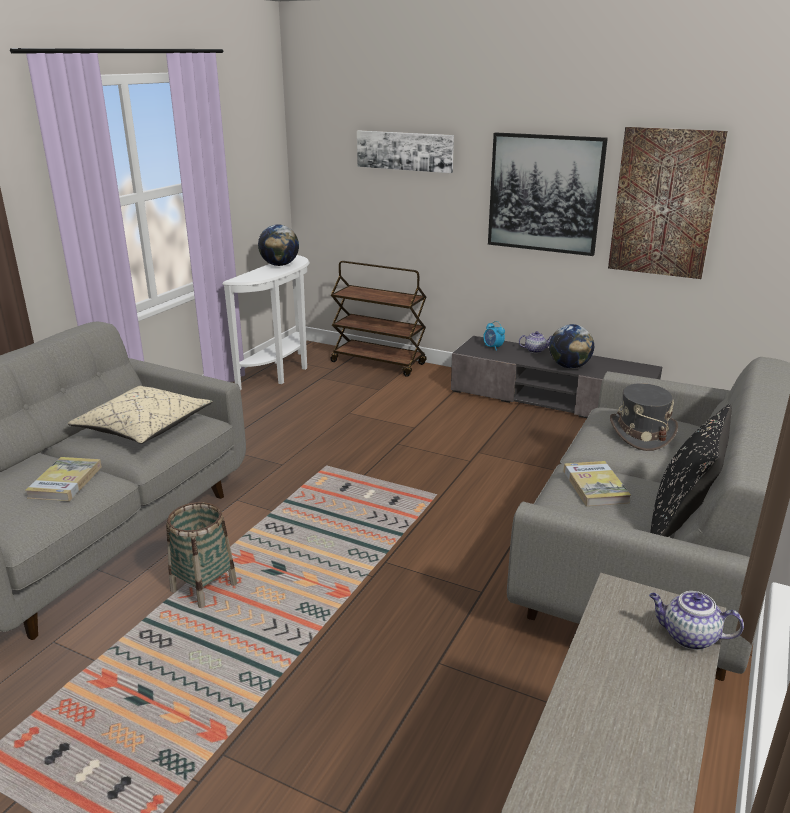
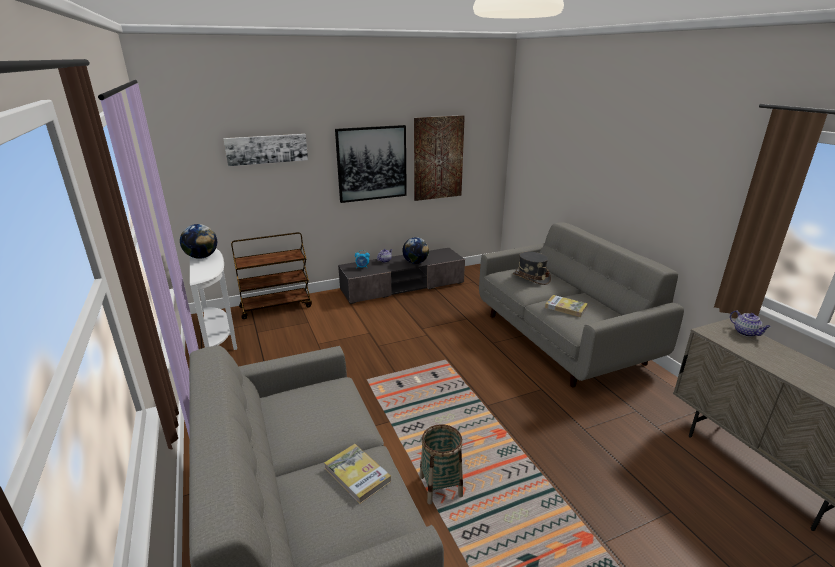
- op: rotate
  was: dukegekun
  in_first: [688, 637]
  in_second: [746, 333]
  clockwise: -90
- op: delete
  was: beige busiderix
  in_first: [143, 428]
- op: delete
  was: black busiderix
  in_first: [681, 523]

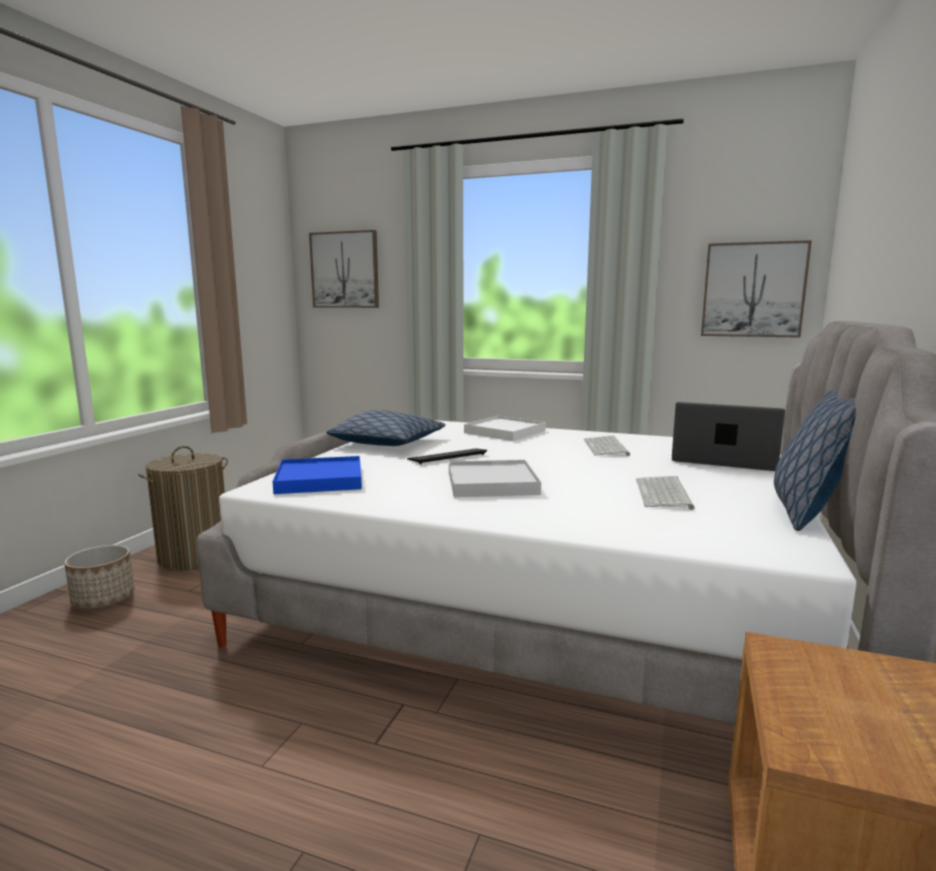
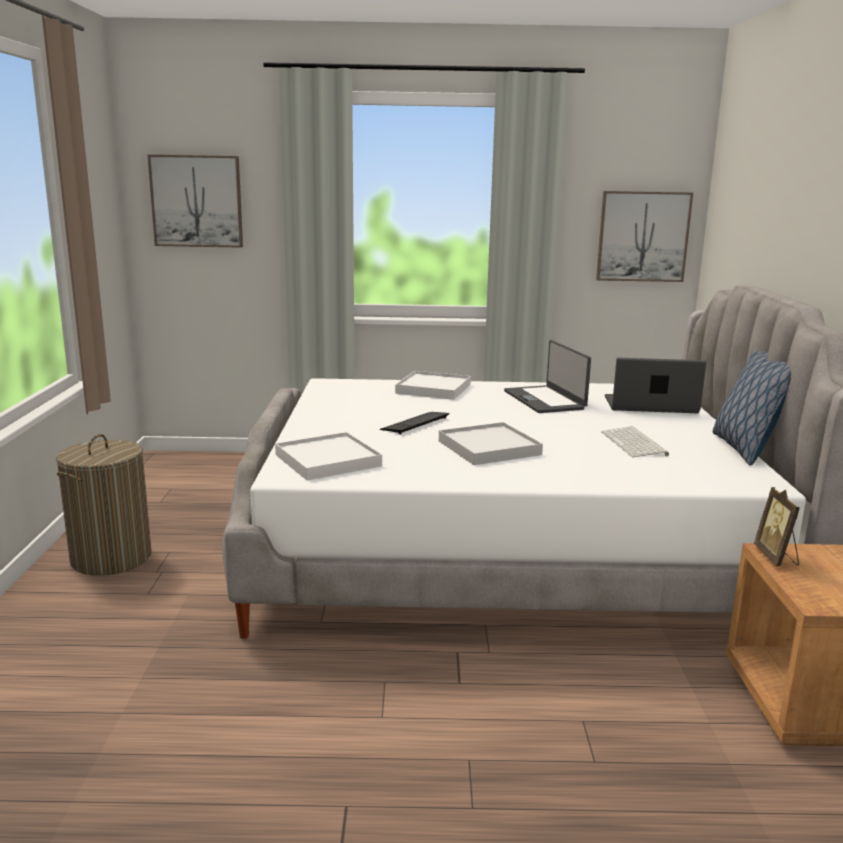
- op: recolor
  was: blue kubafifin
  now: white kubafifin
  in_first: [320, 479]
  in_second: [328, 460]
- op: replace
  was: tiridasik
  now: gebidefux
  in_first: [607, 447]
  in_second: [545, 400]
- op: insert
  now: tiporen
  in_second: [776, 557]
- op: delete
  was: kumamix
  in_first: [103, 599]
- op: delete
  was: busiderix
  in_first: [388, 443]

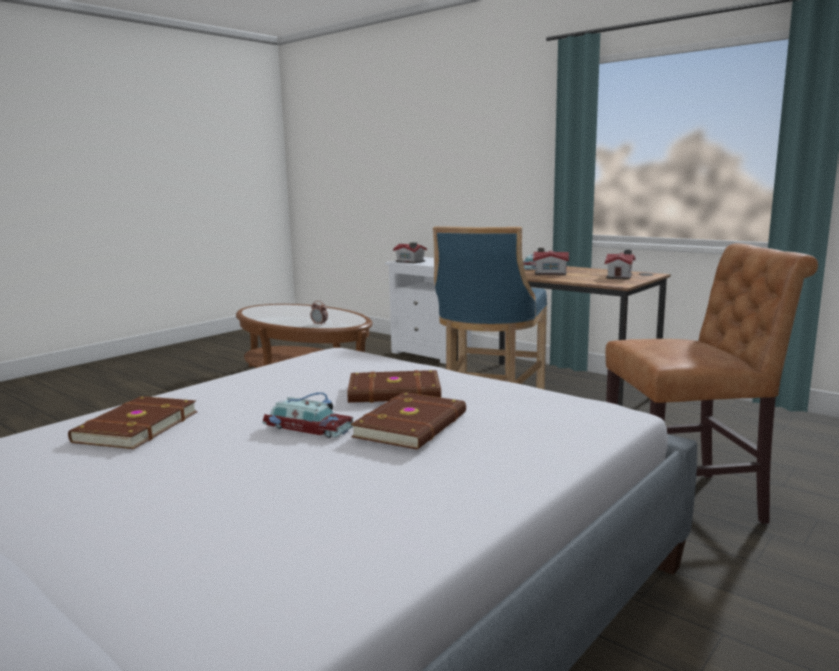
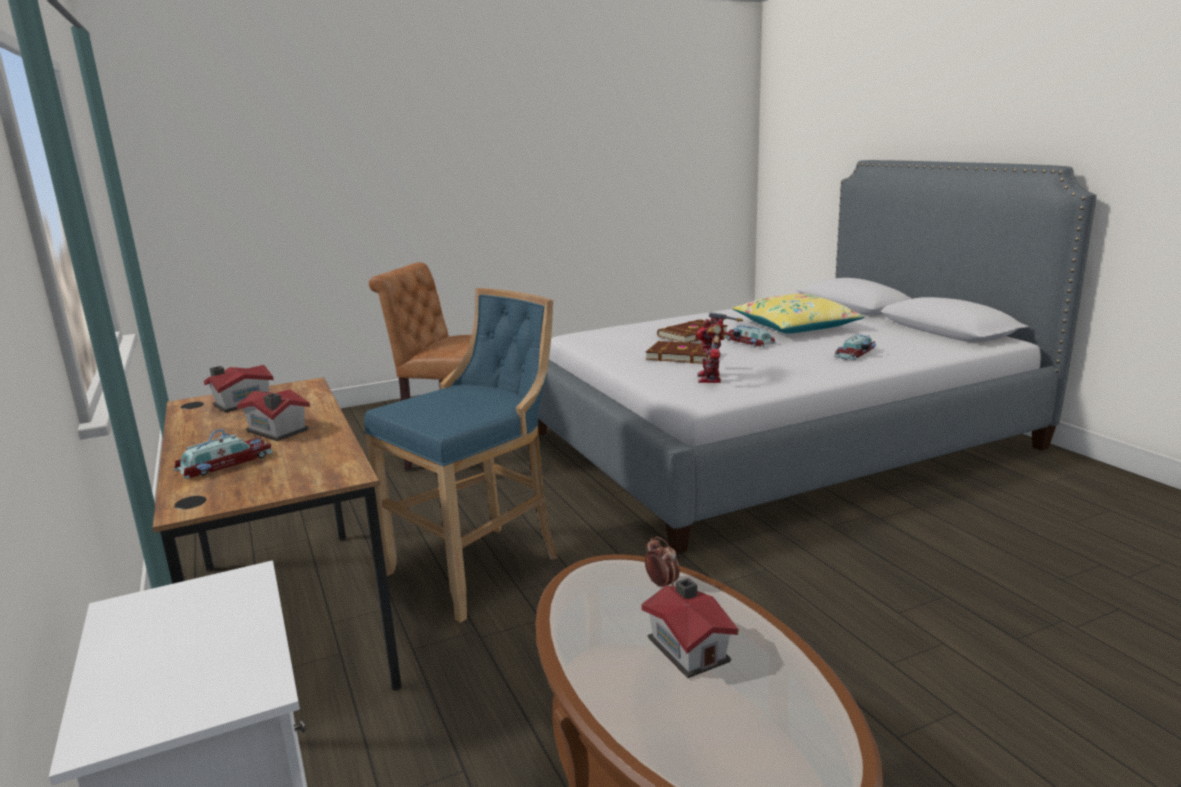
- op: move
  was: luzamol
  in_first: [410, 262]
  in_second: [689, 648]
- op: insert
  now: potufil
  in_second: [712, 378]
- op: insert
  now: yellow busiderix
  in_second: [796, 327]
- op: replace
  was: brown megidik
  now: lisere
  in_first: [134, 427]
  in_second: [856, 353]

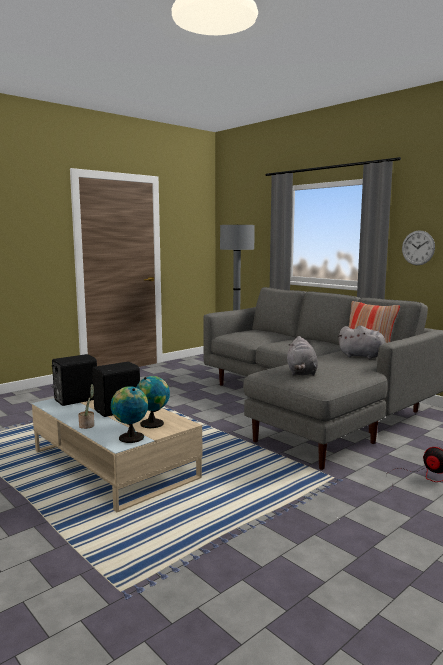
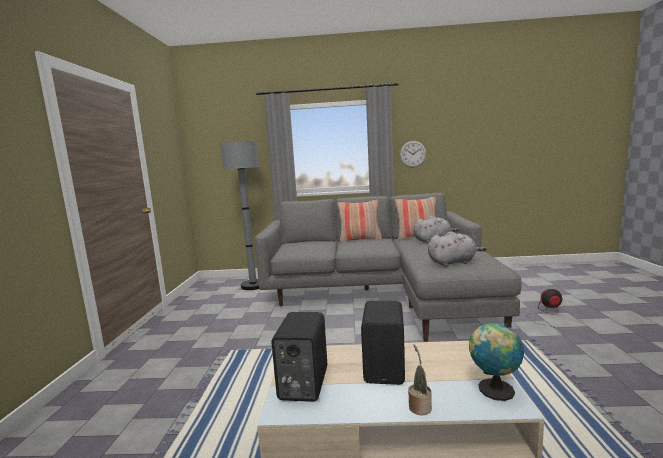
- op: insert
  now: busiderix
  in_second: [360, 239]
- op: rotate
  was: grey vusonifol
  in_first: [301, 373]
  in_second: [453, 262]
  clockwise: -60
- op: delete
  was: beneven
  in_first: [153, 423]

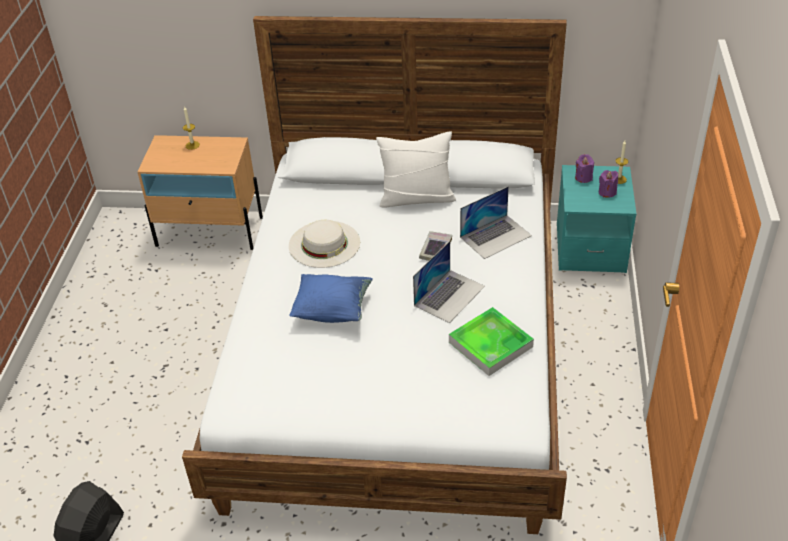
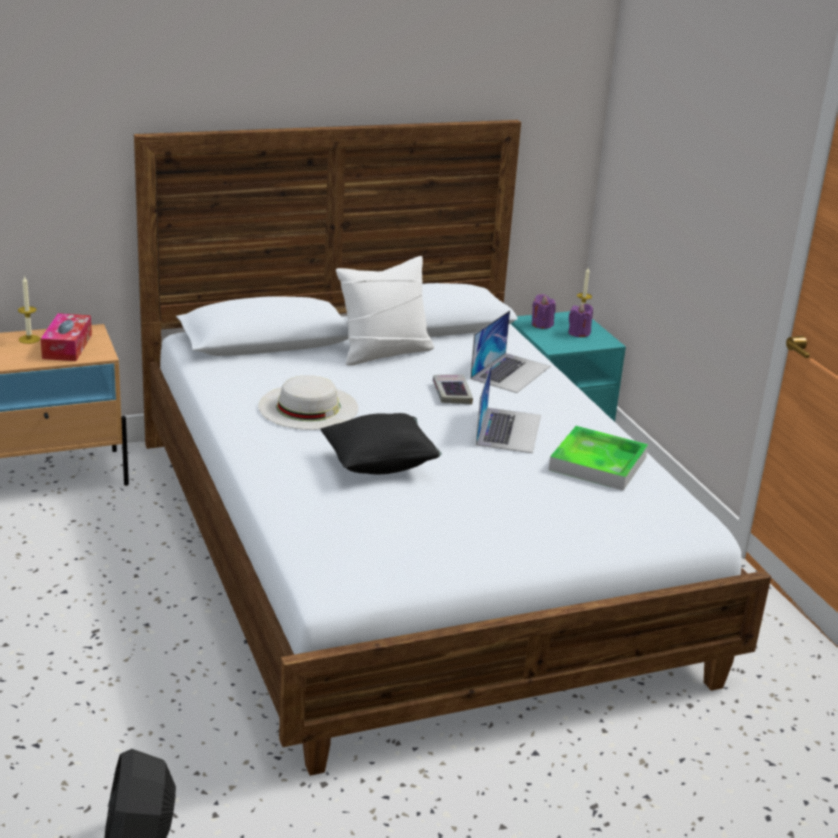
- op: insert
  now: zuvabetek
  in_second: [67, 346]
- op: recolor
  was: blue busiderix
  now: black busiderix
  in_first: [332, 310]
  in_second: [380, 465]

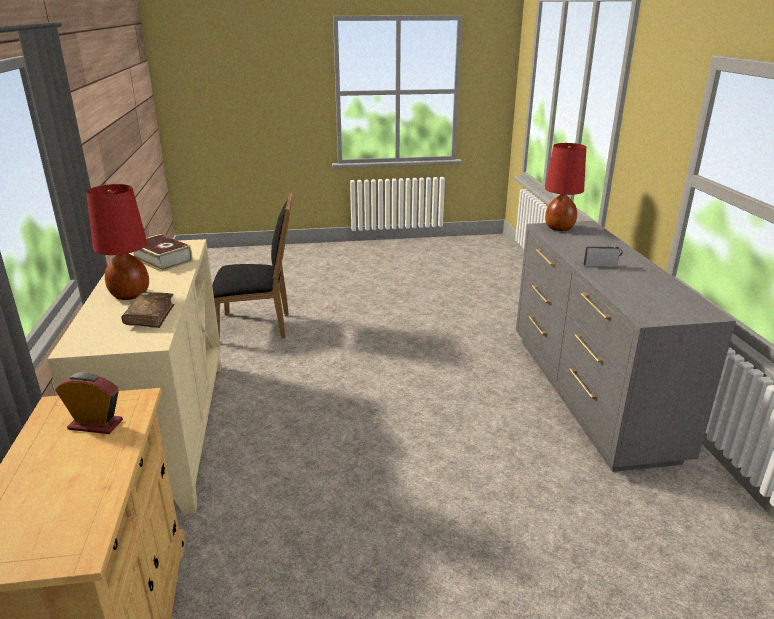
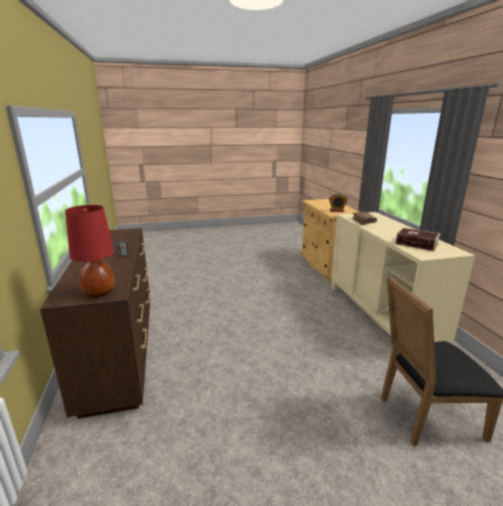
- op: recolor
  was: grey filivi
  now: brown filivi
  in_first: [589, 394]
  in_second: [121, 350]
- op: delete
  was: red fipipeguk
  in_first: [131, 295]

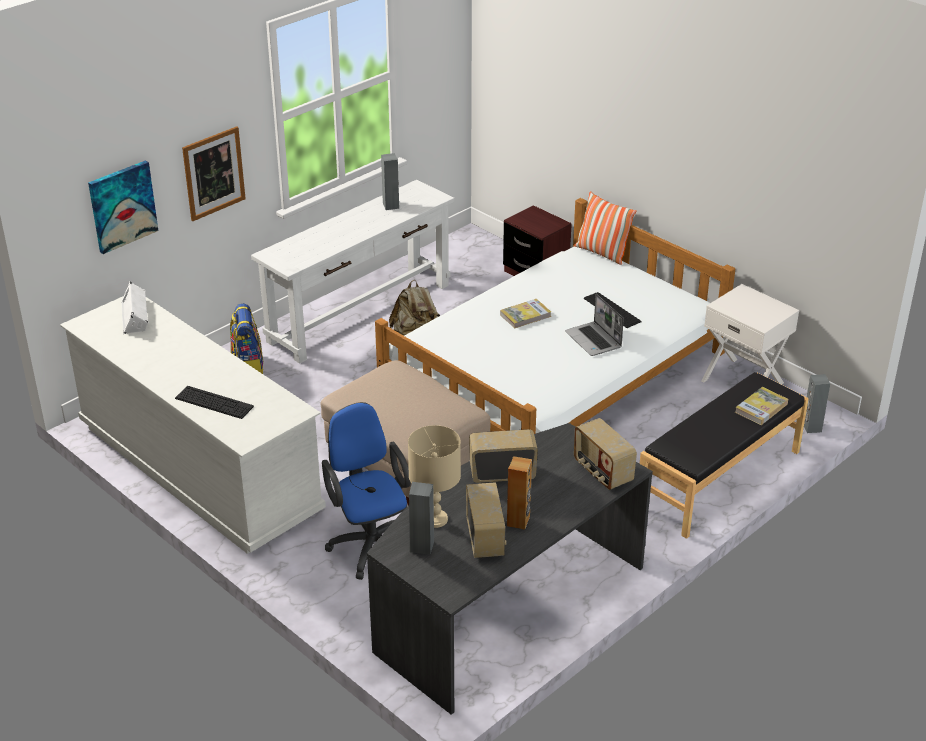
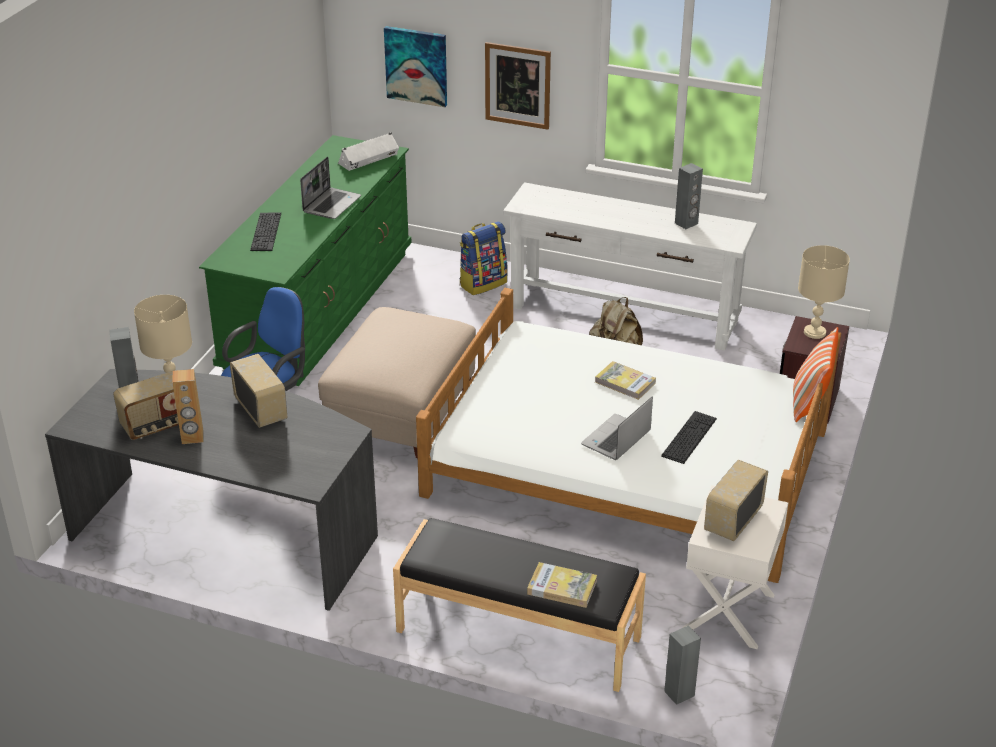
- op: recolor
  was: white filivi
  now: green filivi
  in_first: [199, 468]
  in_second: [319, 308]
- op: insert
  now: gebidefux
  in_second: [331, 204]
- op: move
  was: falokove
  in_first: [602, 472]
  in_second: [732, 520]
- op: insert
  now: beige fipipeguk
  in_second: [815, 332]

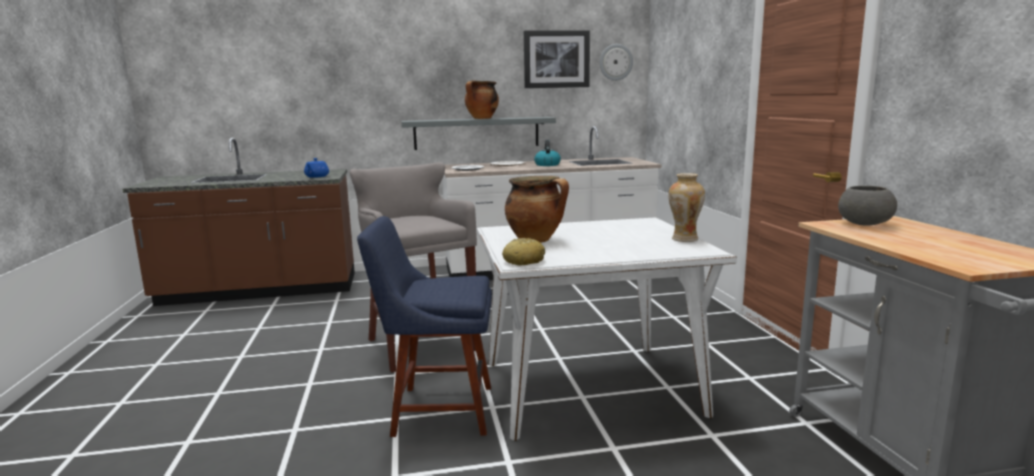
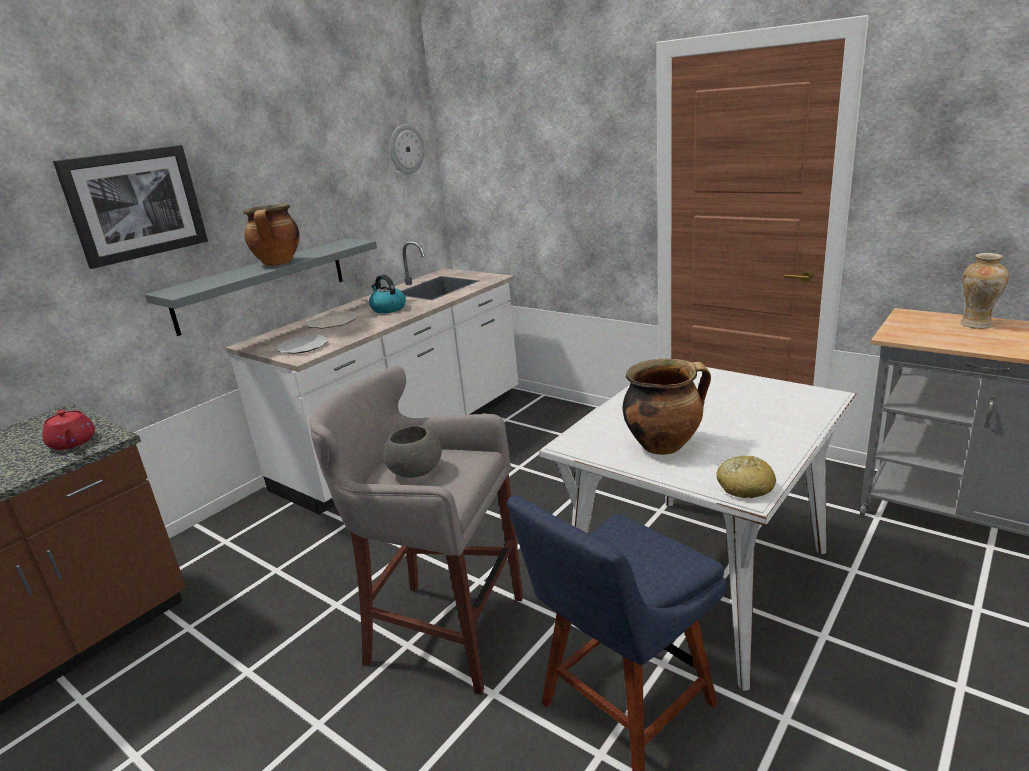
- op: recolor
  was: blue dukegekun
  now: red dukegekun
  in_first: [316, 176]
  in_second: [73, 443]
- op: move
  was: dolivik
  in_first: [556, 59]
  in_second: [135, 204]
- op: move
  was: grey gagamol
  in_first: [863, 224]
  in_second: [414, 471]
- op: move
  was: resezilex
  in_first: [684, 239]
  in_second: [976, 324]

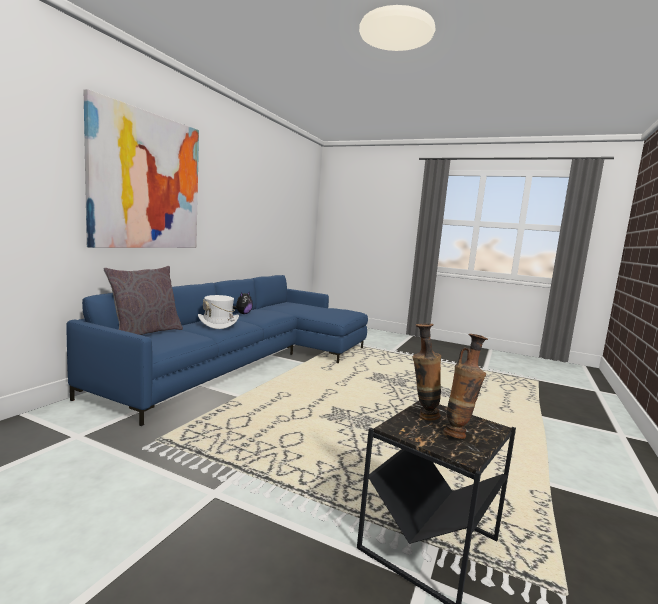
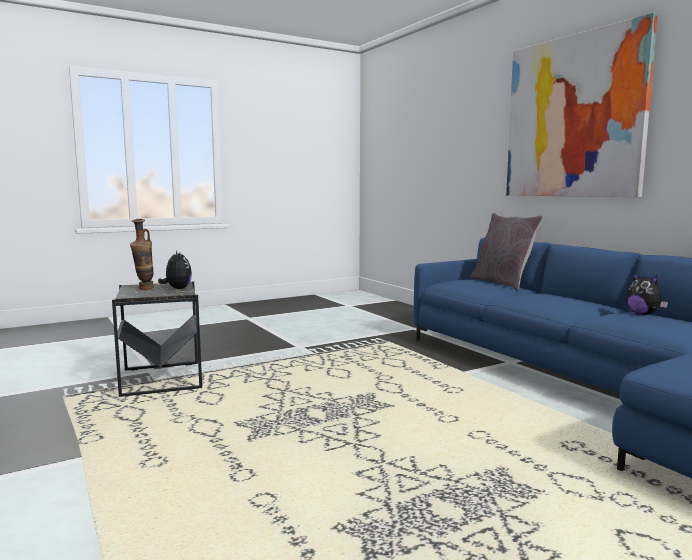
- op: replace
  was: resezilex
  now: vusonifol
  in_first: [422, 416]
  in_second: [177, 289]
- op: delete
  was: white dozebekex
  in_first: [218, 323]

